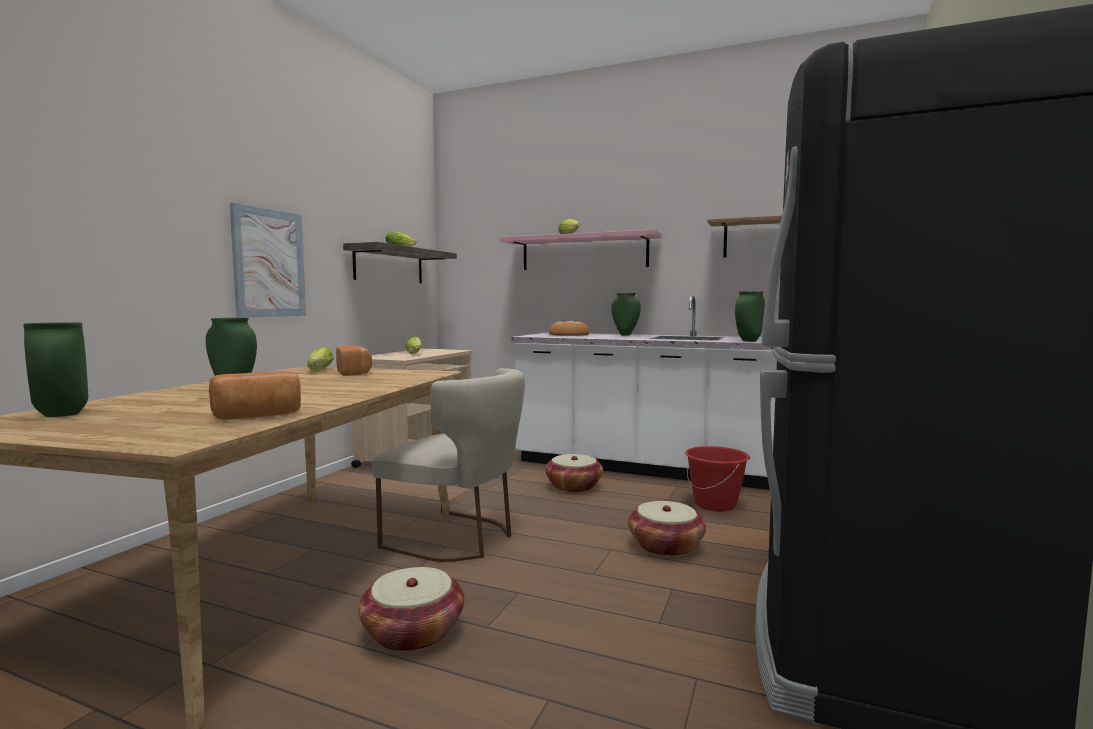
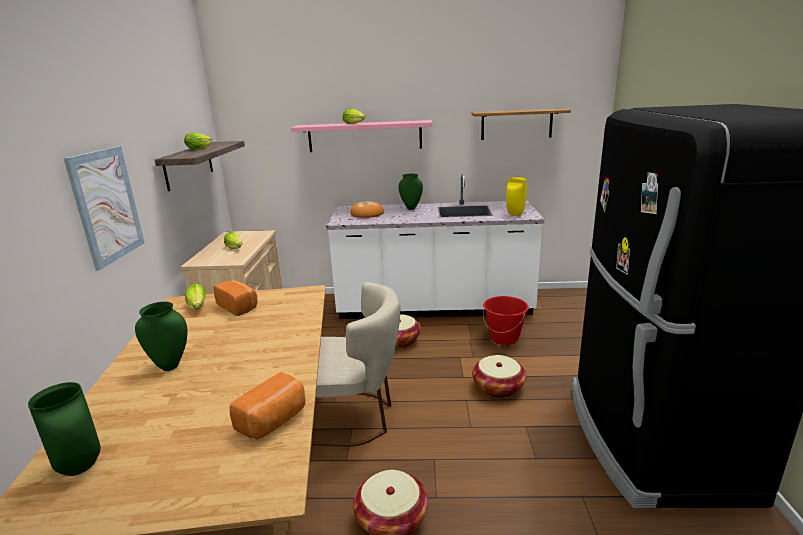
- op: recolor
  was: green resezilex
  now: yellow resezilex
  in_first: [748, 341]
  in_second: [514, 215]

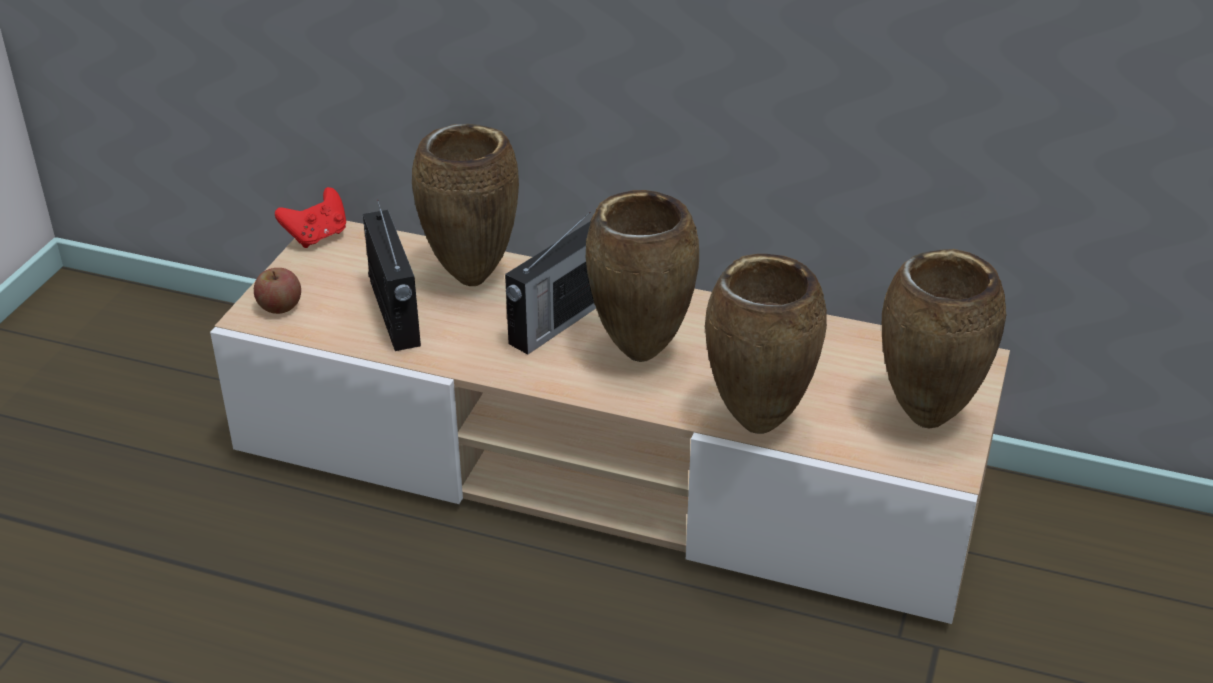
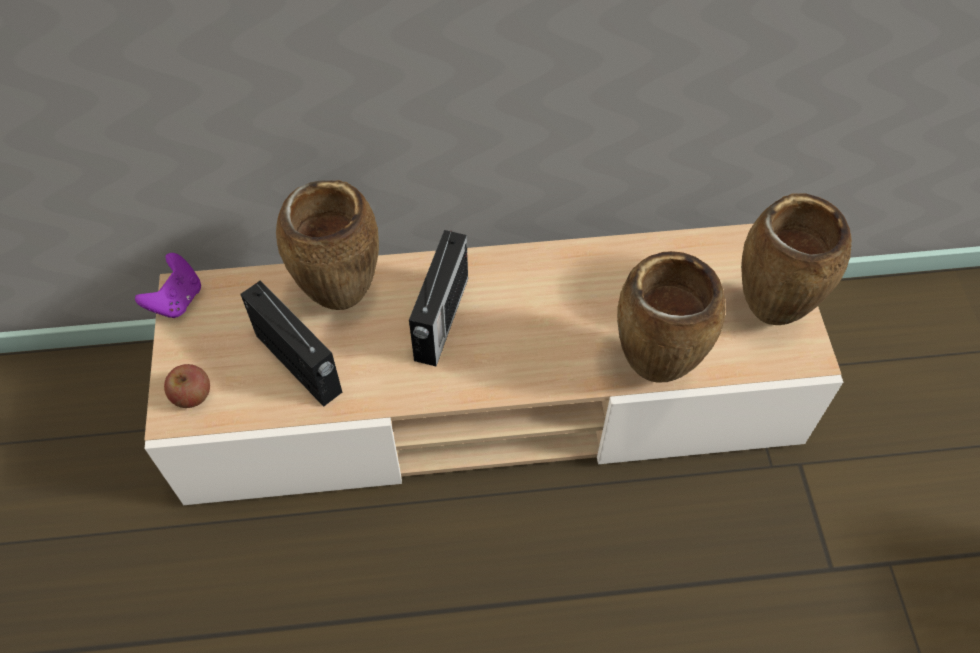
- op: recolor
  was: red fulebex
  now: purple fulebex
  in_first: [317, 236]
  in_second: [177, 300]
- op: delete
  was: brown resezilex
  in_first: [639, 355]

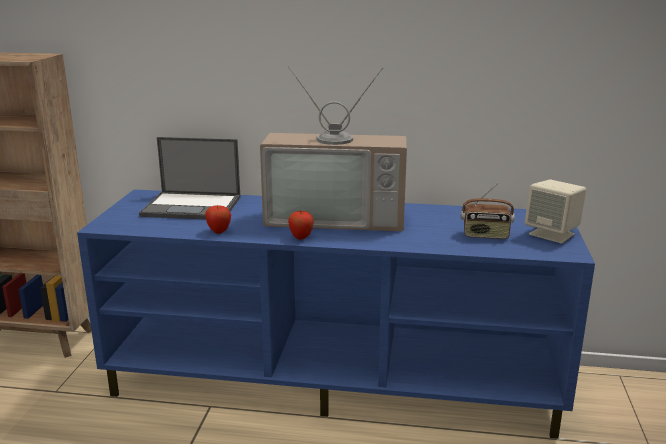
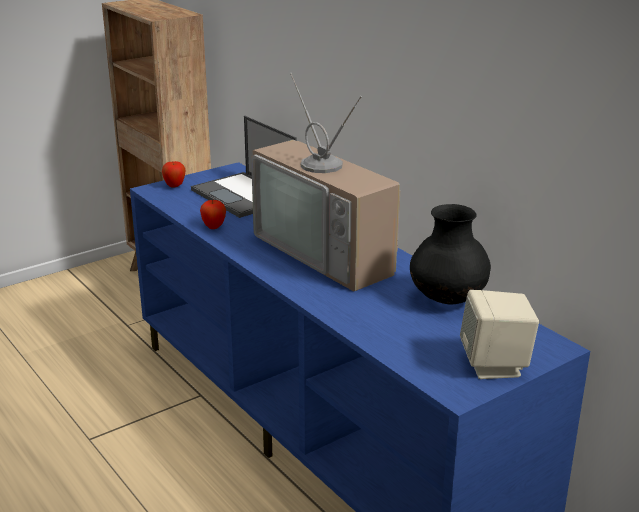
- op: move
  was: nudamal
  in_first: [301, 238]
  in_second: [174, 186]
- op: insert
  now: black resezilex
  in_second: [448, 299]
- op: delete
  was: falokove
  in_first: [485, 235]

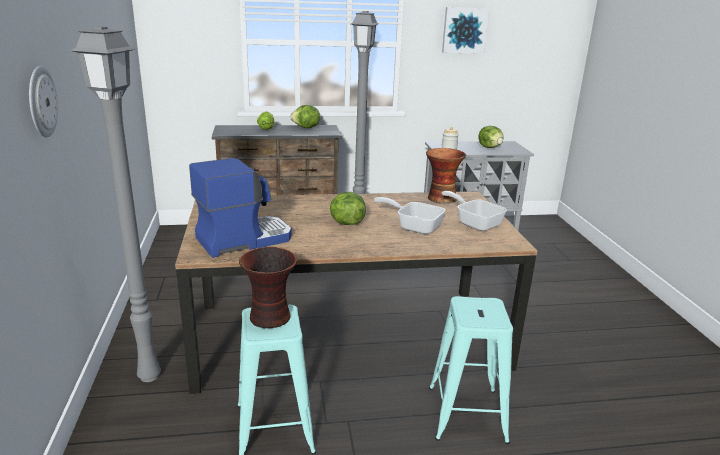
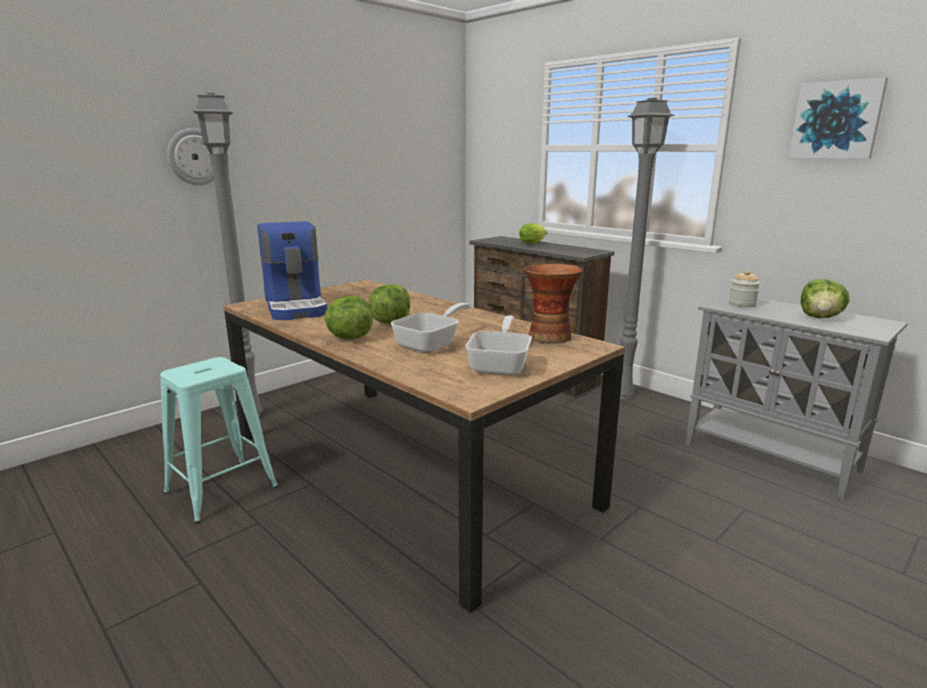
- op: rotate
  was: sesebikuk
  in_first: [243, 239]
  in_second: [297, 307]
  clockwise: 45
- op: move
  was: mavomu
  in_first: [306, 128]
  in_second: [348, 338]
- op: rotate
  was: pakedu
  in_first: [414, 226]
  in_second: [432, 344]
  clockwise: 45
- op: delete
  was: resezilex
  in_first: [270, 318]
- op: delete
  was: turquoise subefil
  in_first: [466, 414]

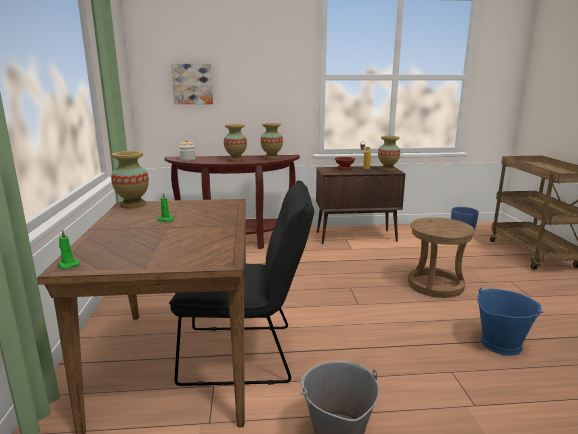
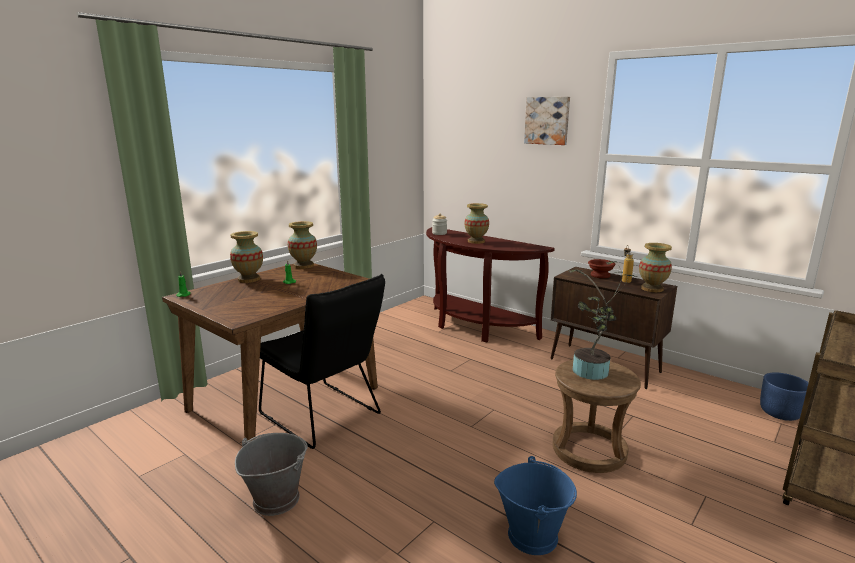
- op: move
  was: resezilex
  in_first: [271, 158]
  in_second: [249, 279]
- op: move
  was: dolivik
  in_first: [193, 84]
  in_second: [547, 120]
- op: insert
  now: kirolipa
  in_second: [591, 373]

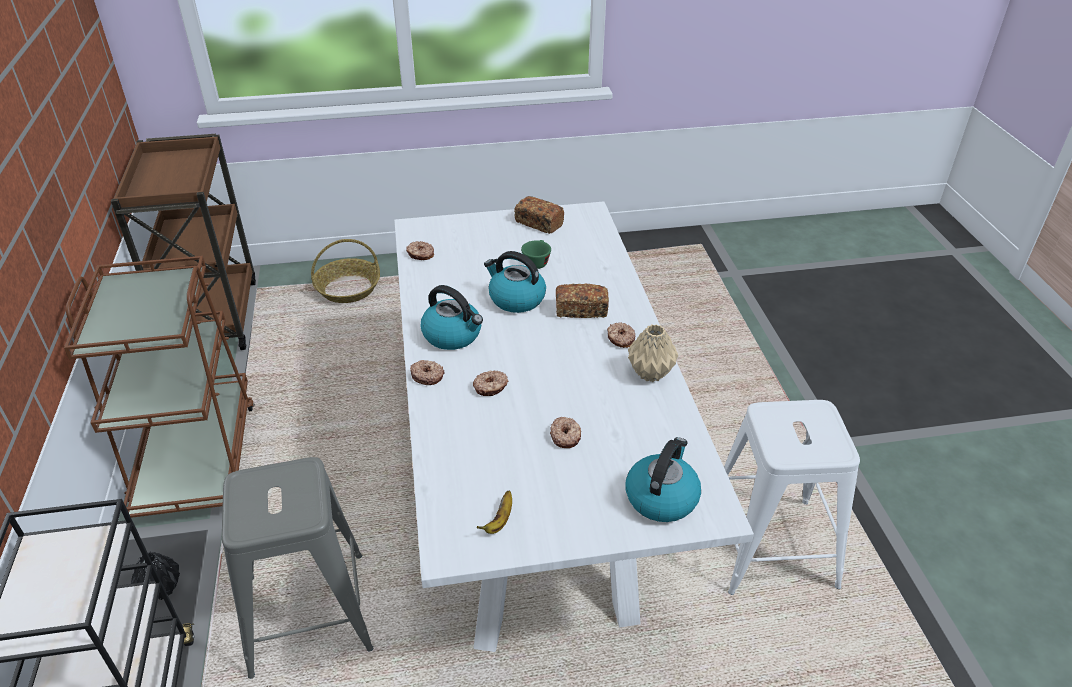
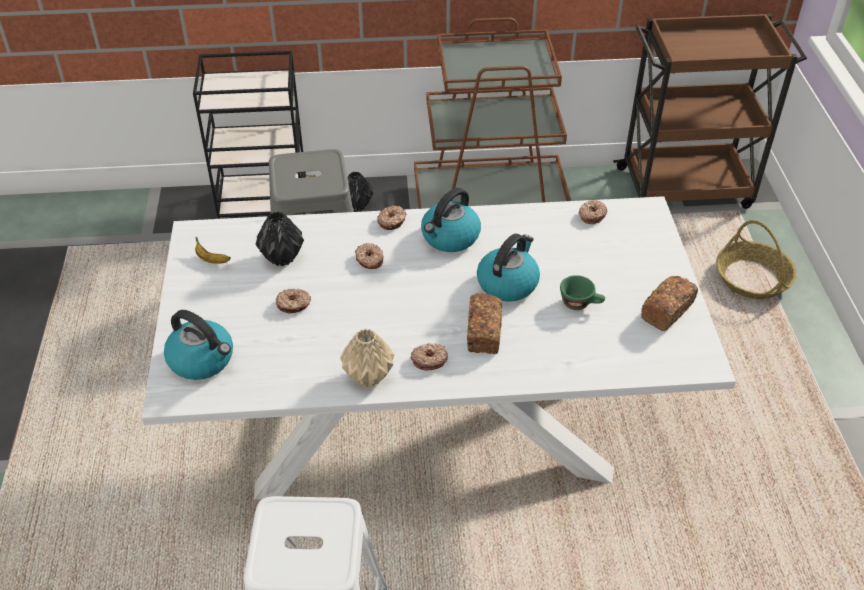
- op: insert
  now: black resezilex
  in_second: [283, 258]

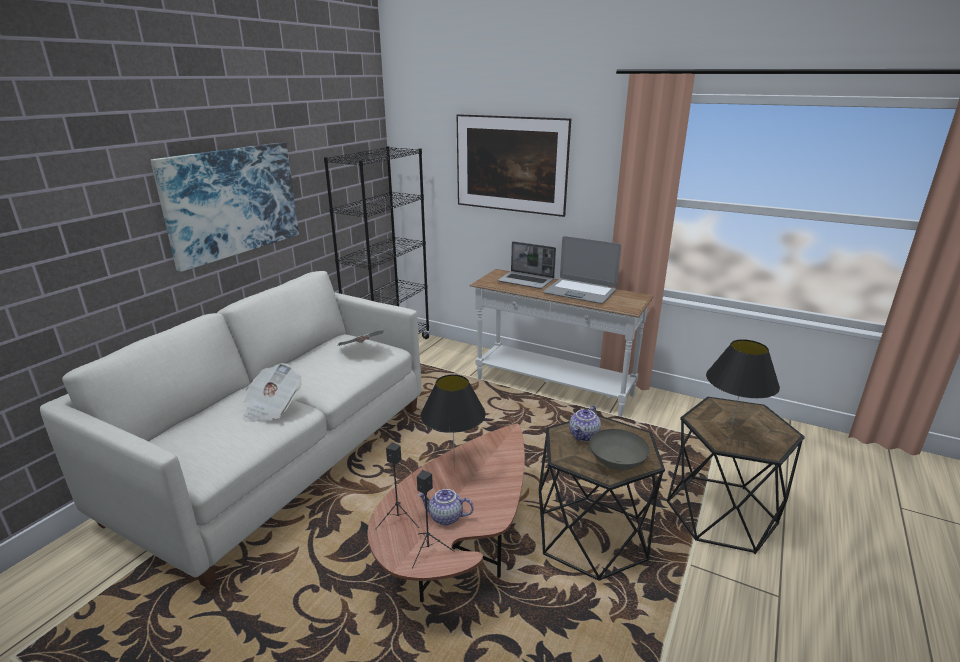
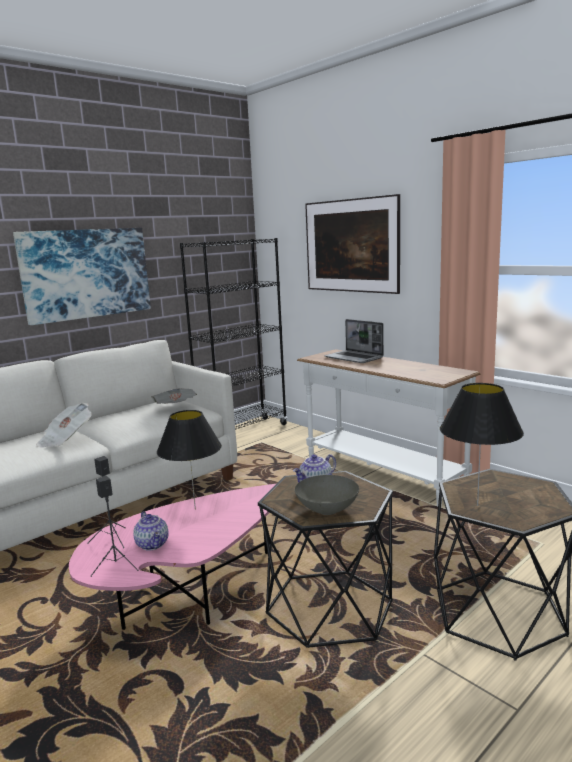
- op: recolor
  was: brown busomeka
  now: pink busomeka
  in_first: [459, 549]
  in_second: [189, 594]
- op: rotate
  was: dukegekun
  in_first: [445, 517]
  in_second: [153, 544]
  clockwise: -150
- op: delete
  was: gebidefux
  in_first: [580, 292]

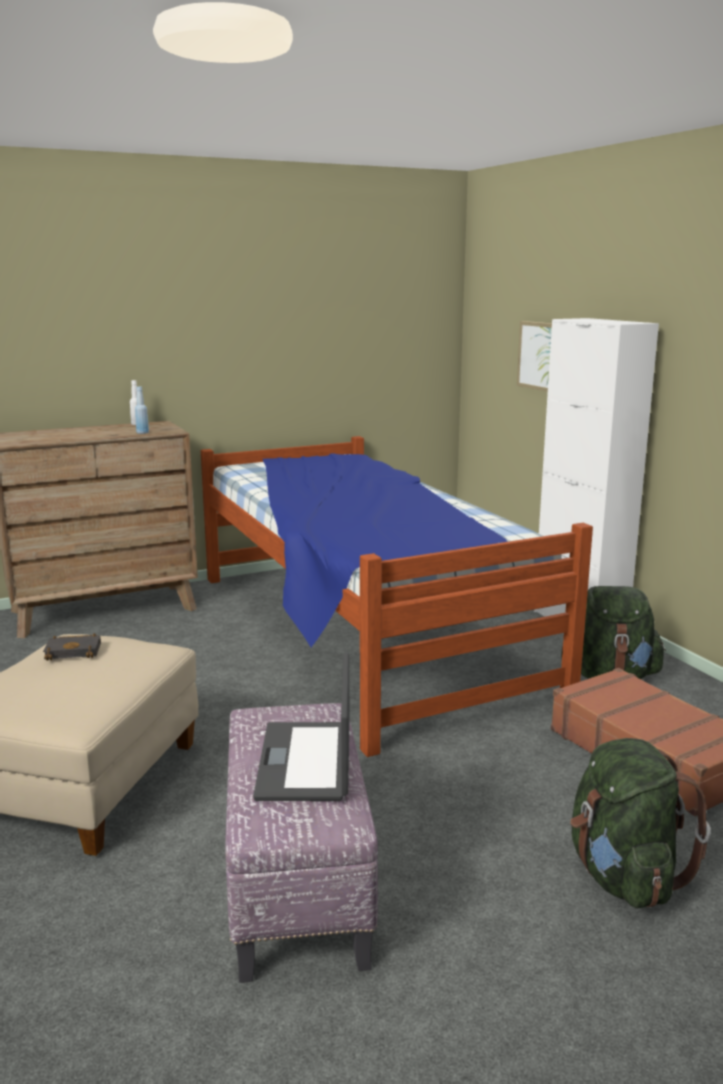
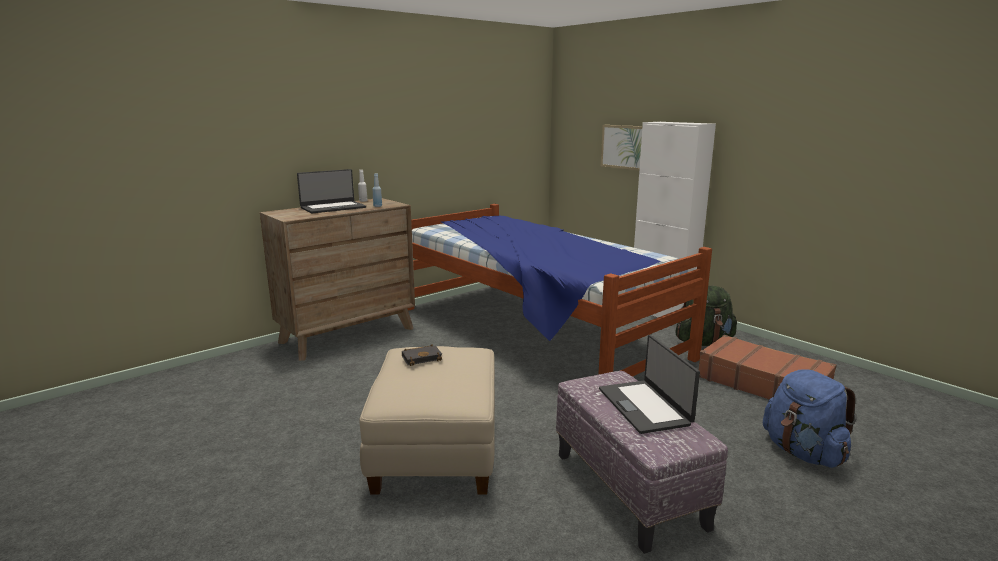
- op: insert
  now: gebidefux
  in_second: [333, 207]
- op: recolor
  was: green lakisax
  now: blue lakisax
  in_first: [623, 876]
  in_second: [803, 452]

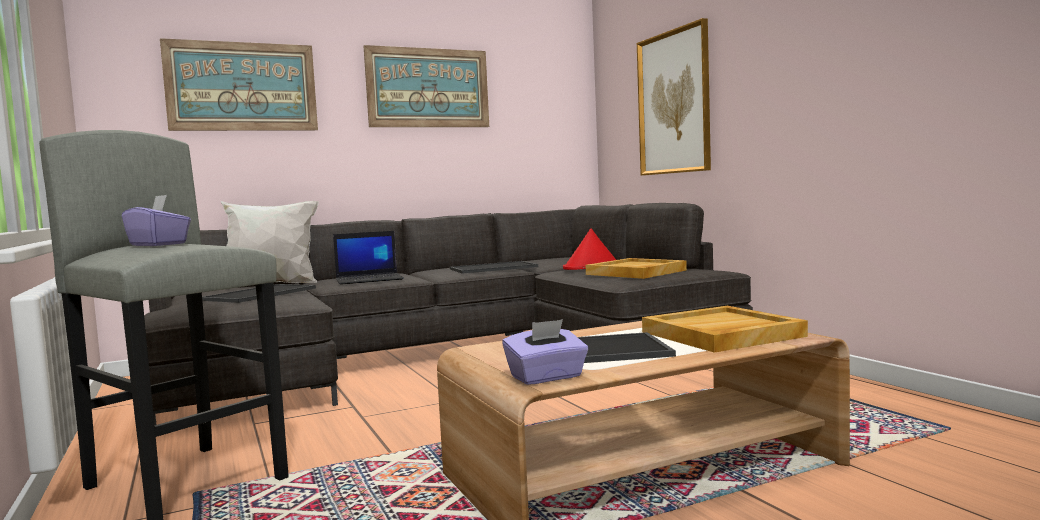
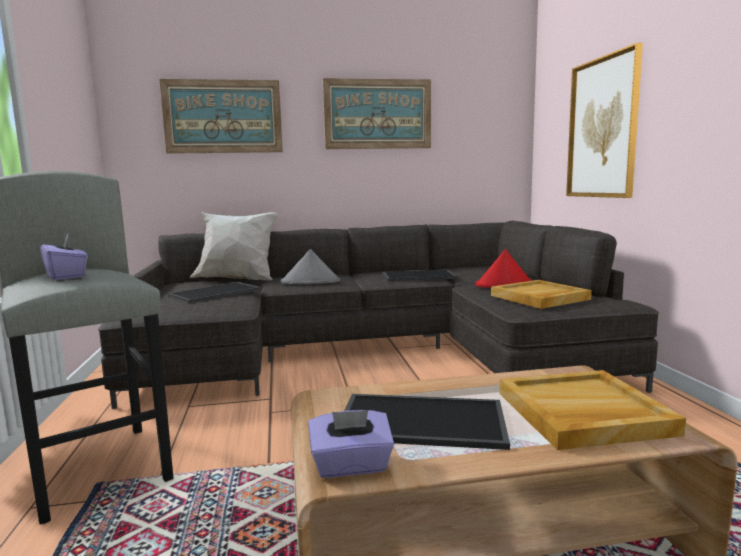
- op: replace
  was: gebidefux
  now: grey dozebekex
  in_first: [370, 279]
  in_second: [311, 282]

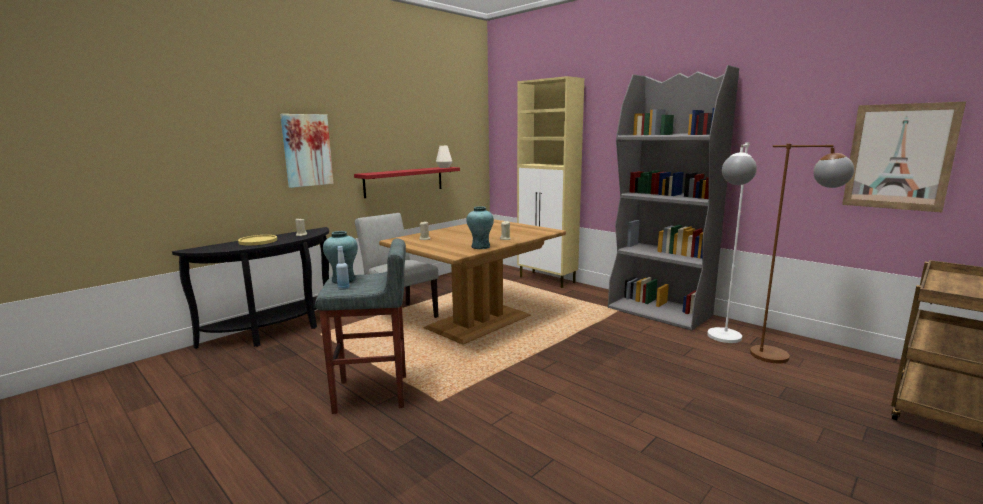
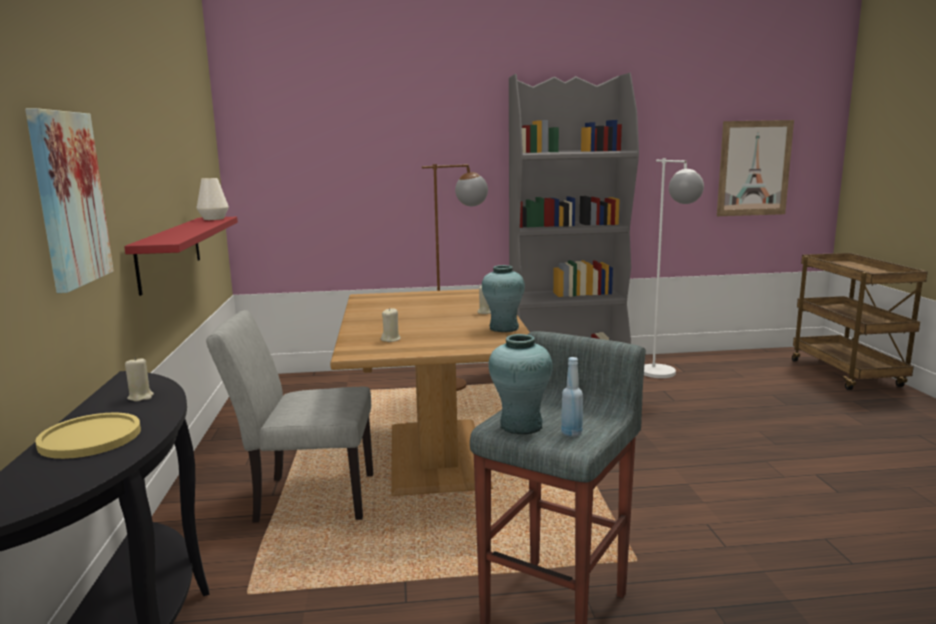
- op: move
  was: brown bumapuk
  in_first: [783, 356]
  in_second: [459, 383]
- op: delete
  was: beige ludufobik
  in_first: [547, 280]

